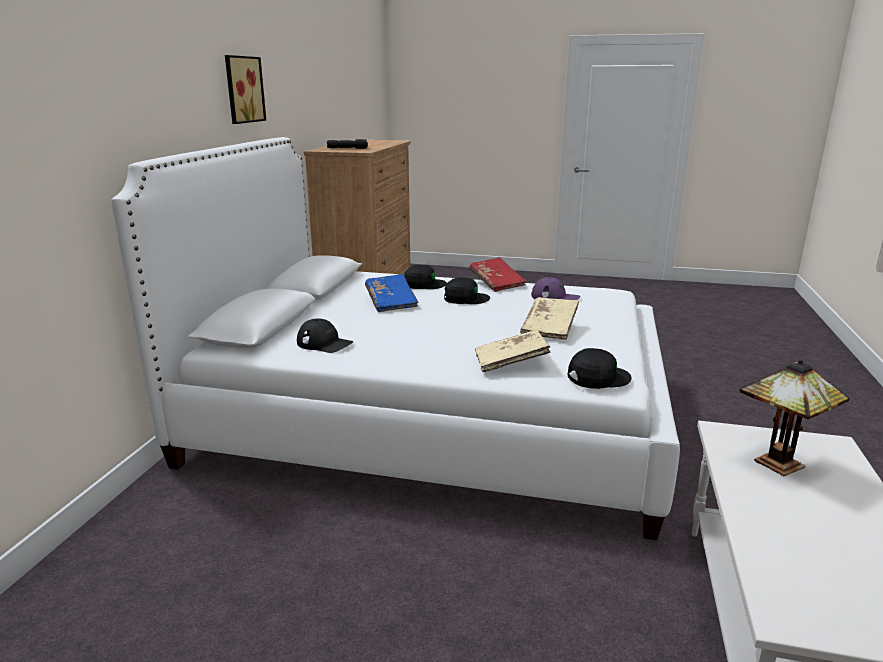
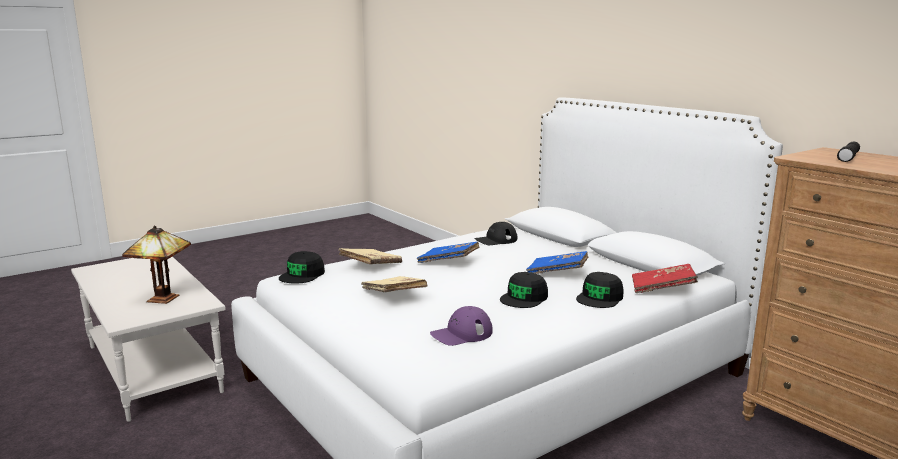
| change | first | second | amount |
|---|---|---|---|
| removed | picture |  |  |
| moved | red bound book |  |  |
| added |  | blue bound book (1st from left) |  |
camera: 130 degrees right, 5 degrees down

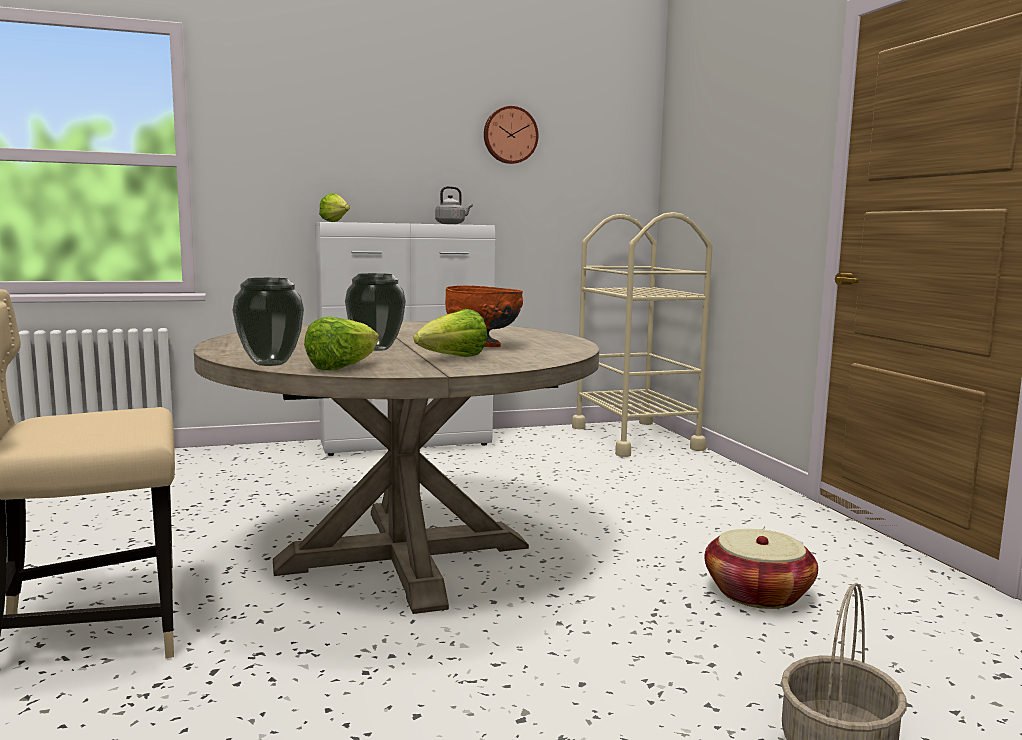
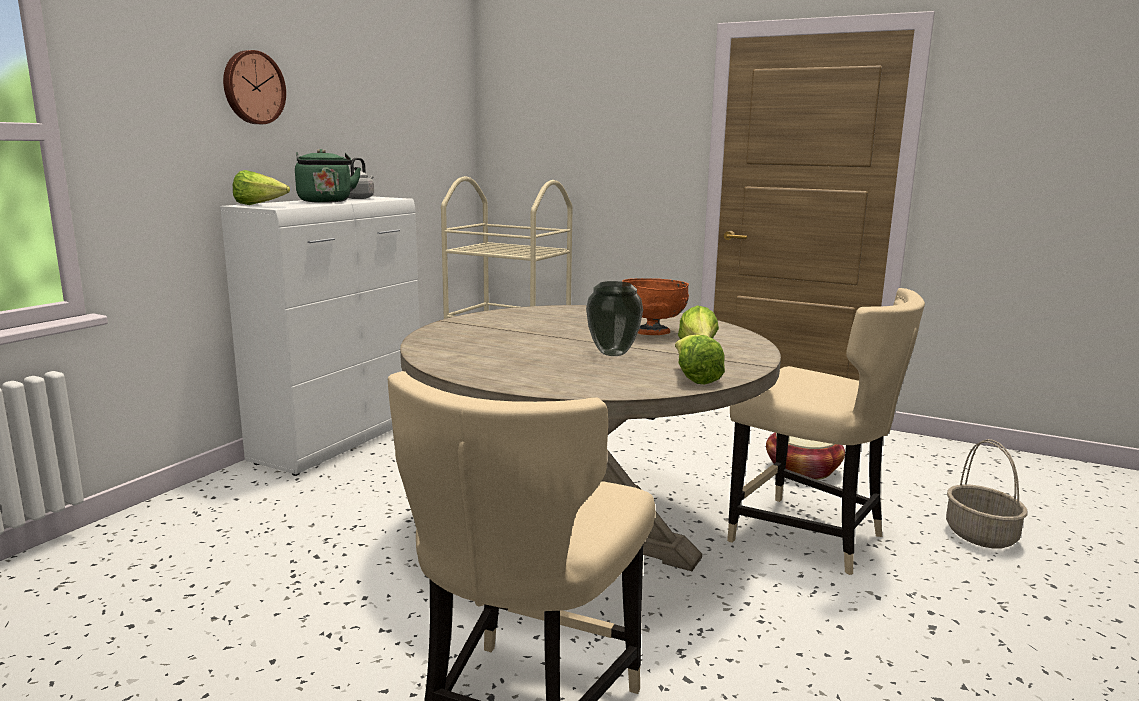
| change | first | second | amount |
|---|---|---|---|
| moved | hanging clock |  |  |
| removed | decorative vase (1st from left) |  |  |
| added |  | green tea kettle |  |
| added |  | sand-coloured plain chair (2nd from left) |  |
camera: 45 degrees left, 5 degrees up

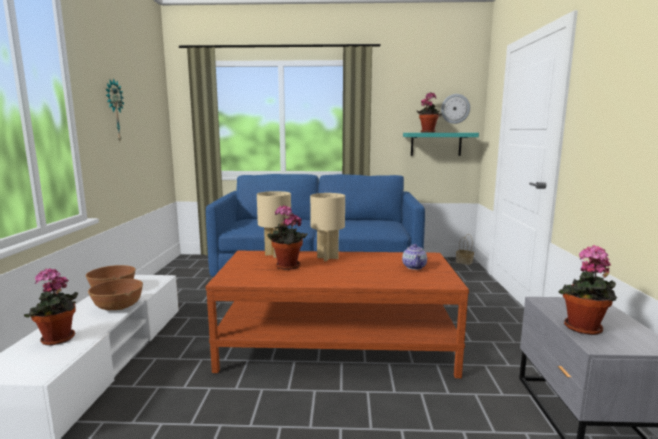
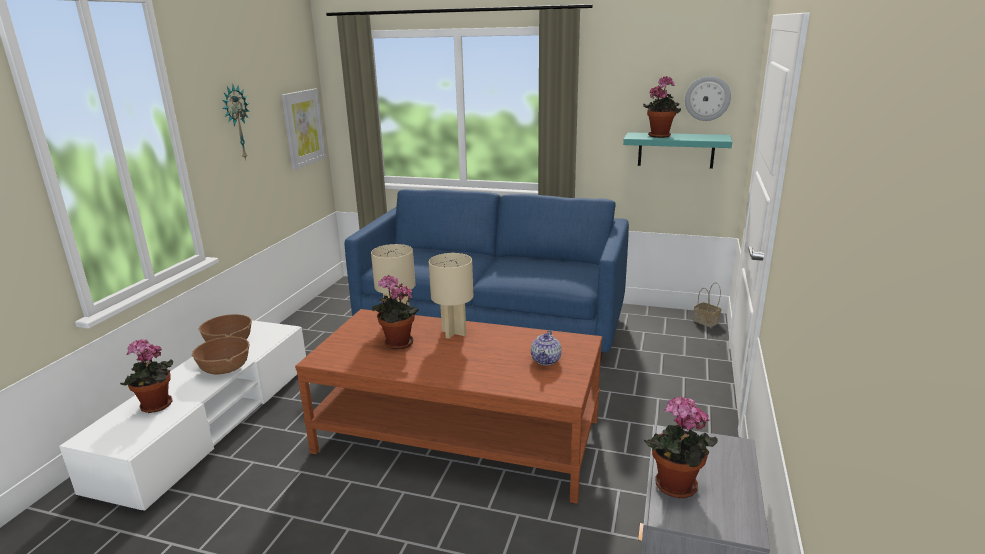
| change | first | second | amount |
|---|---|---|---|
| added |  | picture |  |
camera: 15 degrees right, 10 degrees up

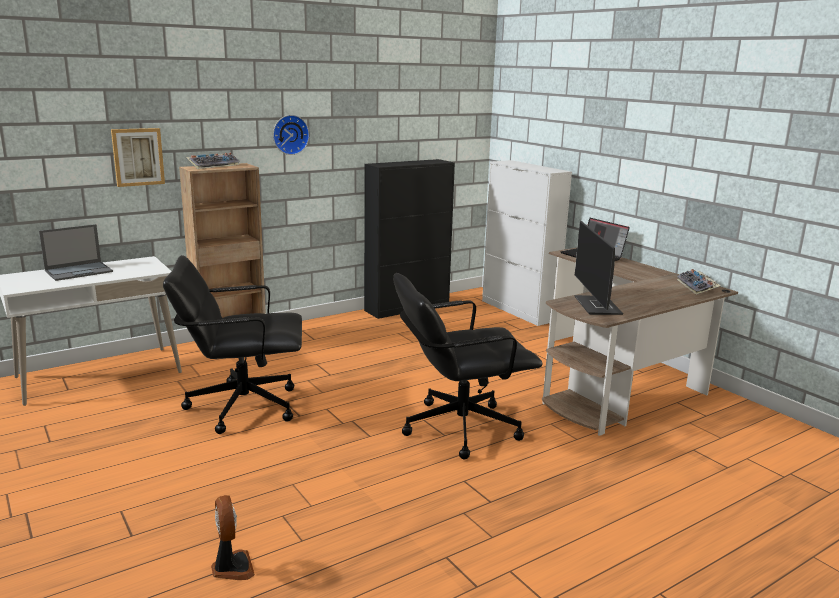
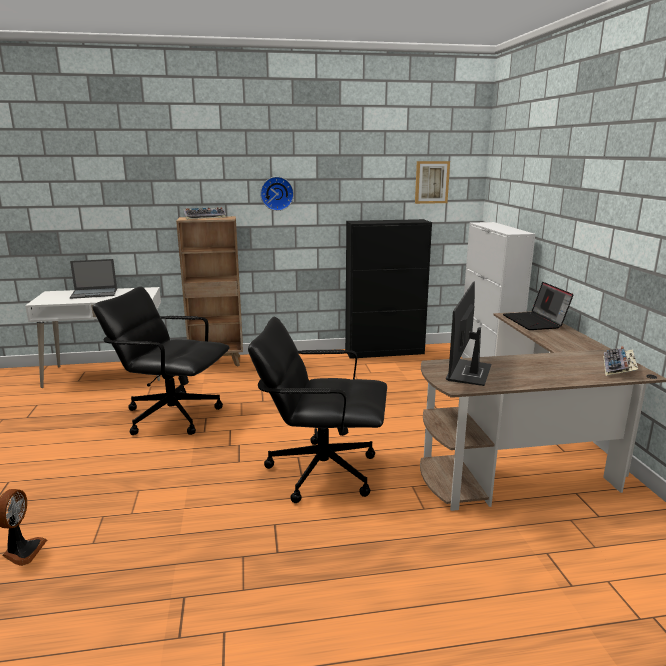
| change | first | second | amount |
|---|---|---|---|
| moved | picture |  |  |
camera: 25 degrees right, 0 degrees up

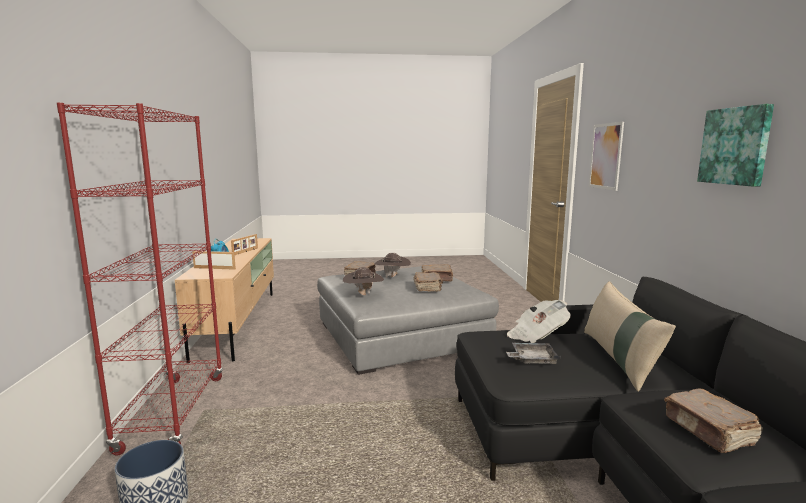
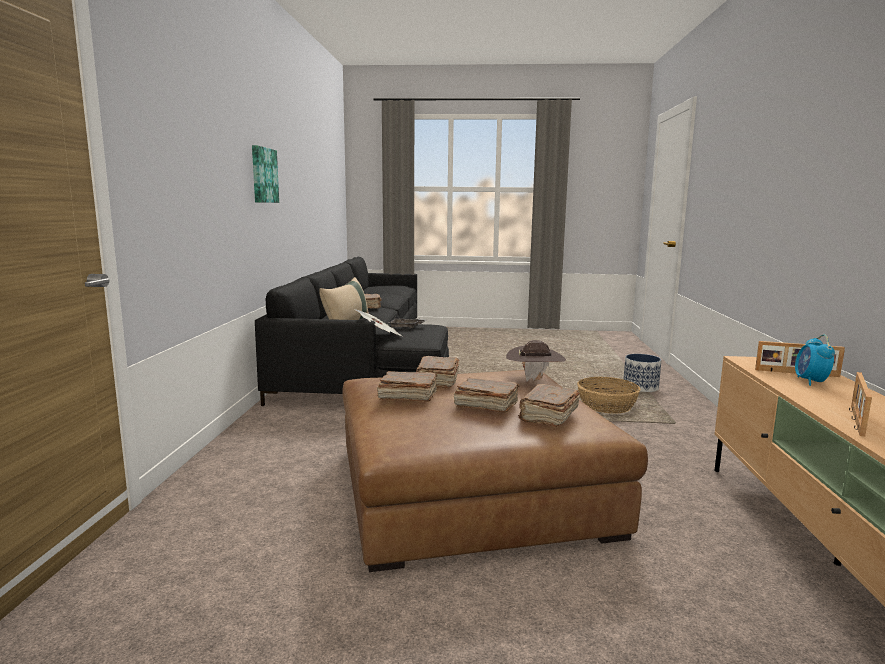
| change | first | second | amount |
|---|---|---|---|
| removed | red shelving unit |  |  |
| removed | picture (1st from left) |  |  |
| replaced | brown clothing hat (2nd from left) | brown bound book (4th from left) |  |
| recoloured | gray footrest | brown footrest |  |
| added |  | storage basket |  |
camera: 170 degrees left, 0 degrees up

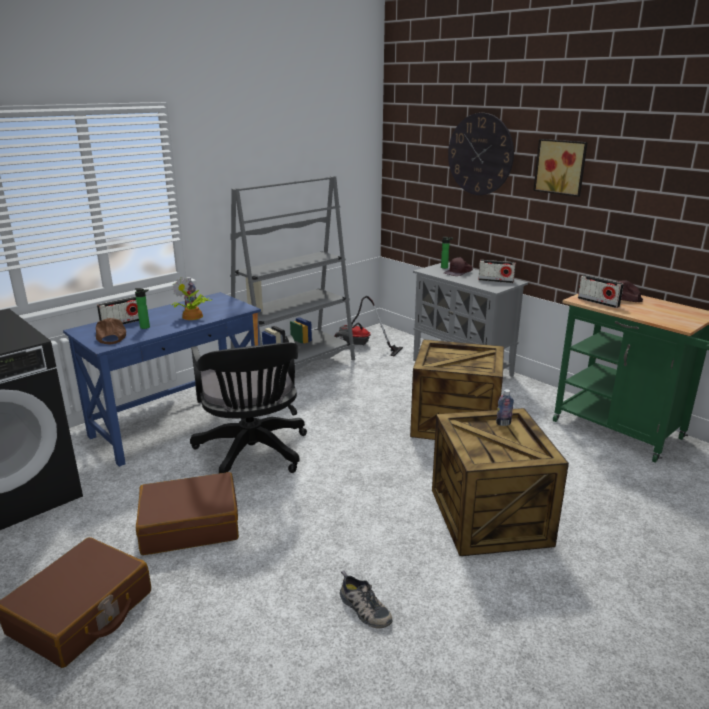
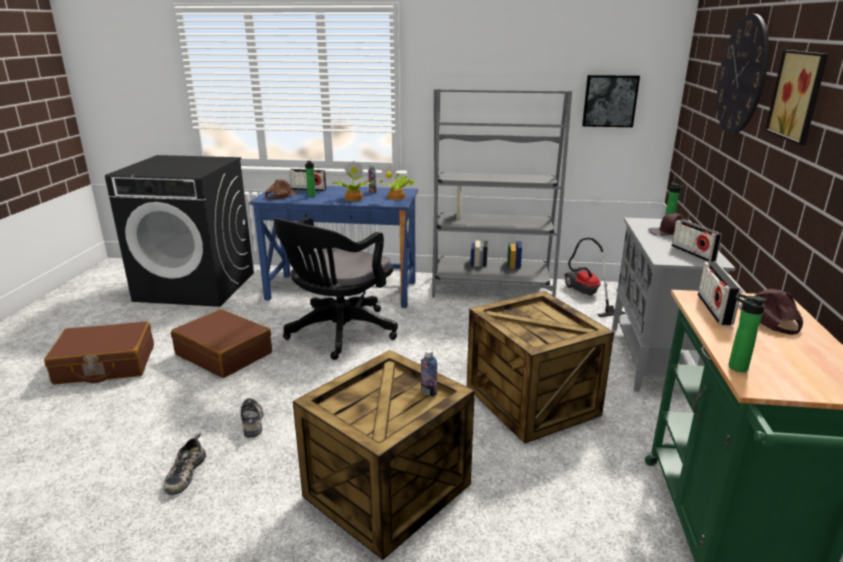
| change | first | second | amount |
|---|---|---|---|
| added |  | picture (1st from left) |  |
| added |  | plant in a pot (2nd from left) |  |
| added |  | drink bottle (5th from left) |  |
| added |  | low shoe (2nd from left) |  |
camera: 50 degrees right, 0 degrees up

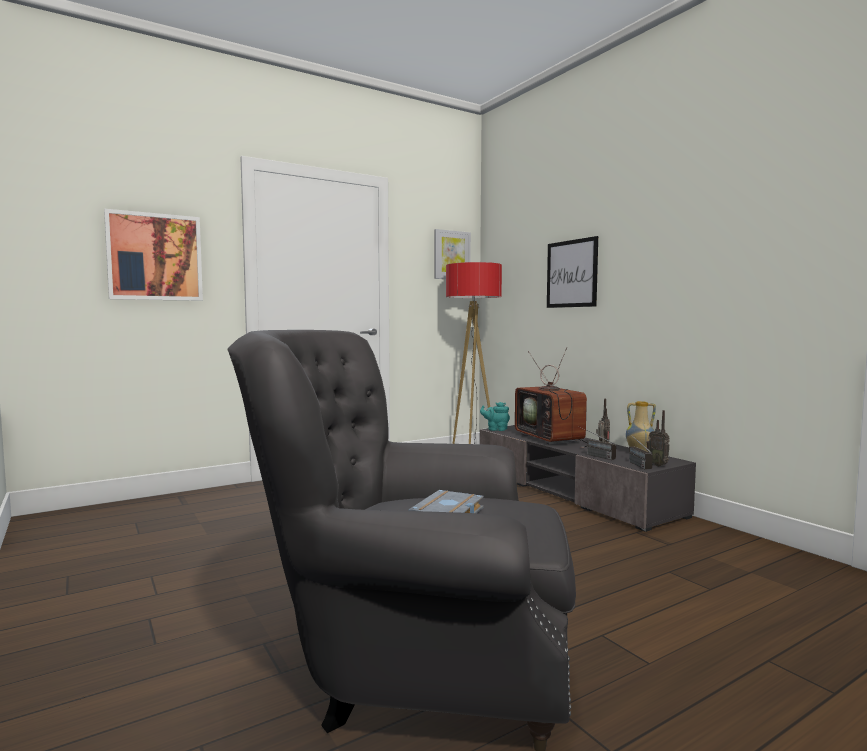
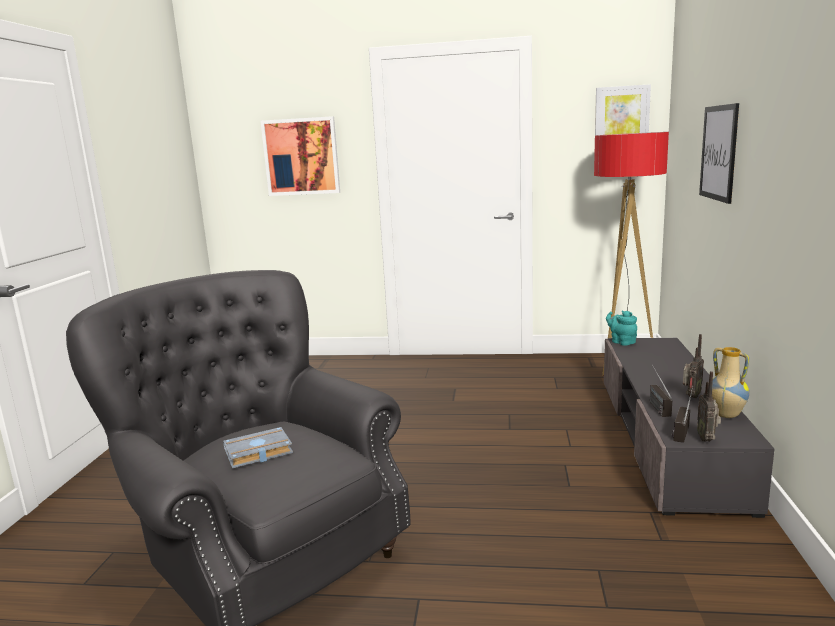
| change | first | second | amount |
|---|---|---|---|
| removed | TV set |  |  |
camera: 40 degrees right, 10 degrees up

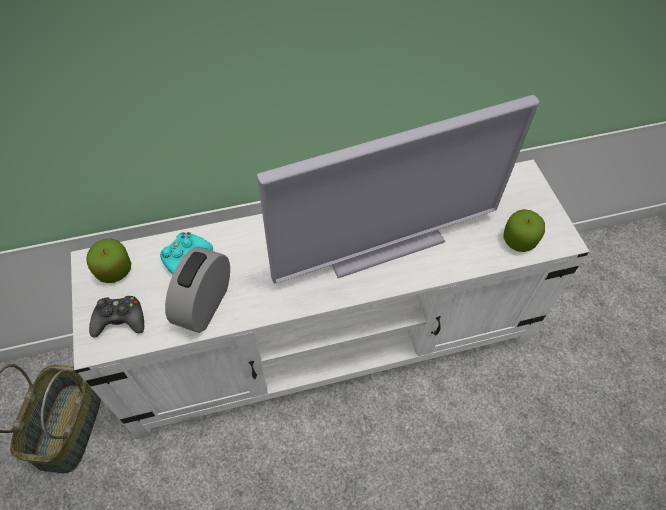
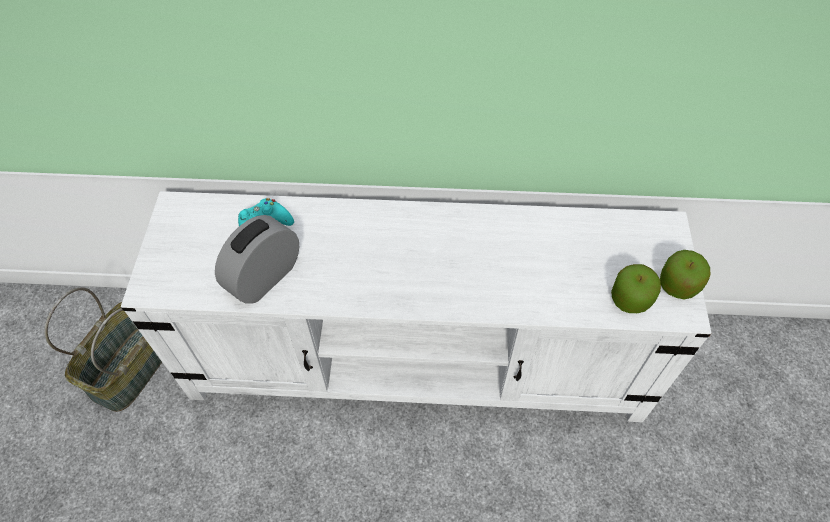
| change | first | second | amount |
|---|---|---|---|
| removed | TV set |  |  |
| moved | whole apple (1st from left in the first image) | whole apple (2nd from left) |  |
| removed | black gamepad |  |  |
camera: 20 degrees right, 0 degrees up

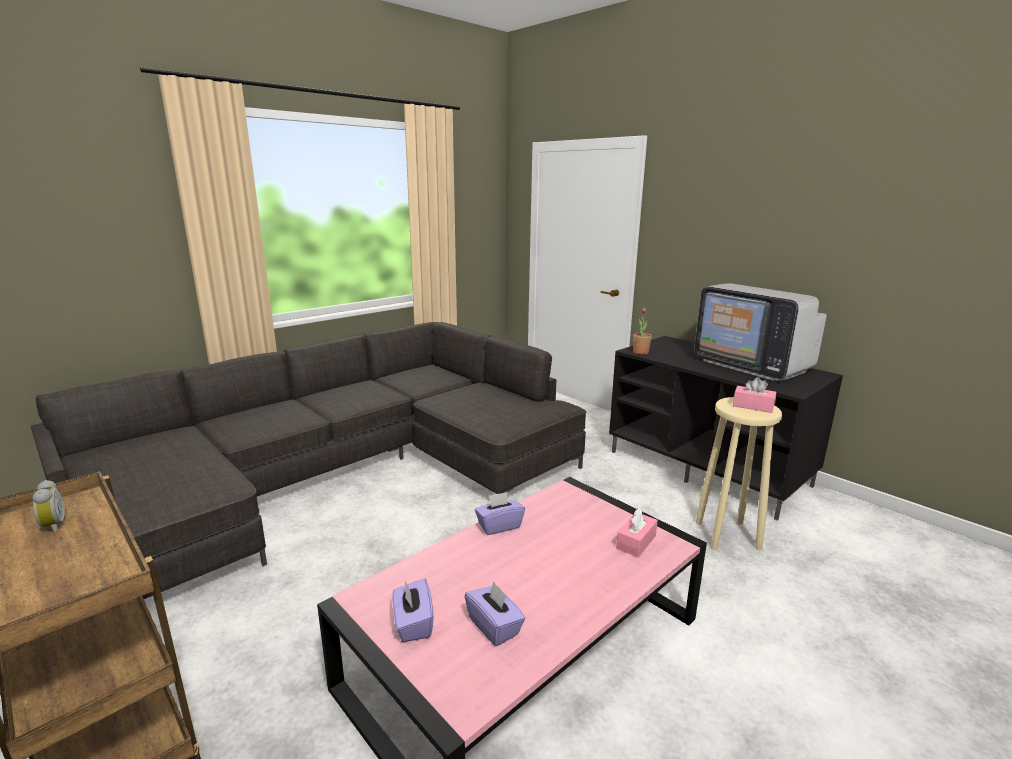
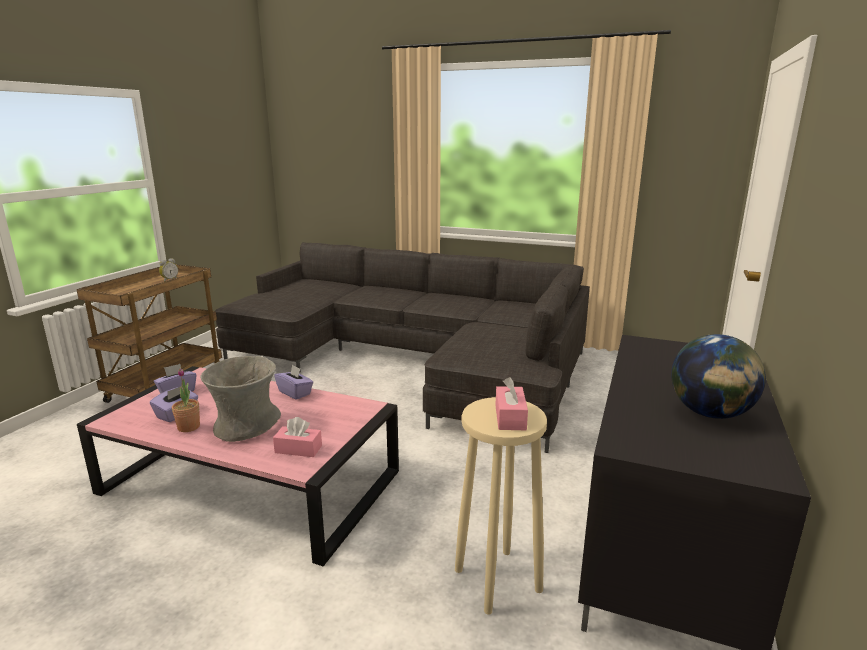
| change | first | second | amount |
|---|---|---|---|
| replaced | TV set | desk globe |  |
| moved | plant in a pot |  |  |
| added |  | gray decorative vase |  |
camera: 65 degrees right, 0 degrees up

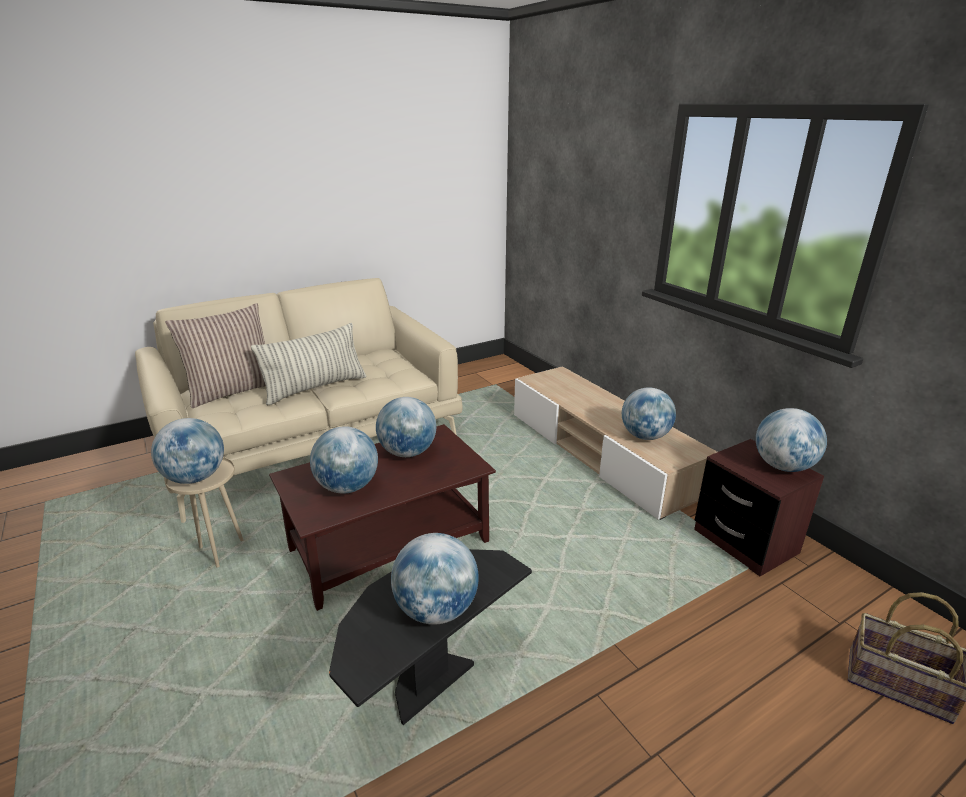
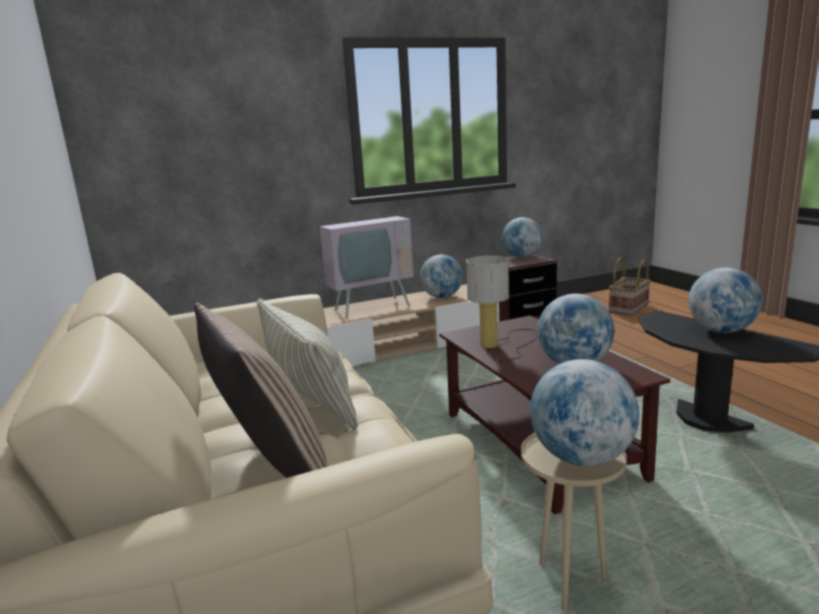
| change | first | second | amount |
|---|---|---|---|
| replaced | desk globe (3rd from left) | table lamp |  |
| added |  | TV set |  |
camera: 80 degrees left, 10 degrees down

